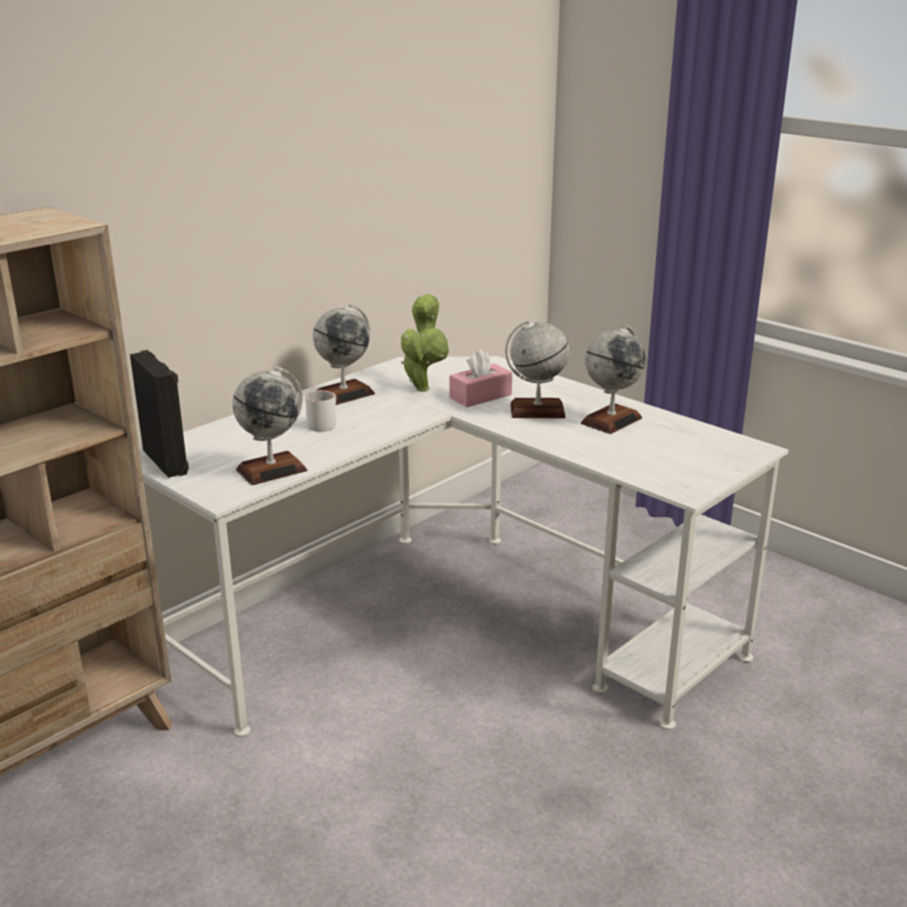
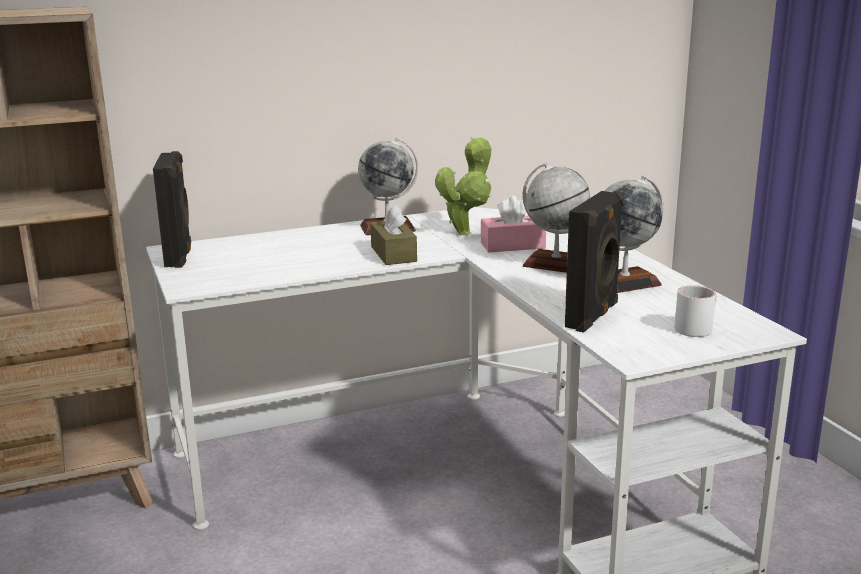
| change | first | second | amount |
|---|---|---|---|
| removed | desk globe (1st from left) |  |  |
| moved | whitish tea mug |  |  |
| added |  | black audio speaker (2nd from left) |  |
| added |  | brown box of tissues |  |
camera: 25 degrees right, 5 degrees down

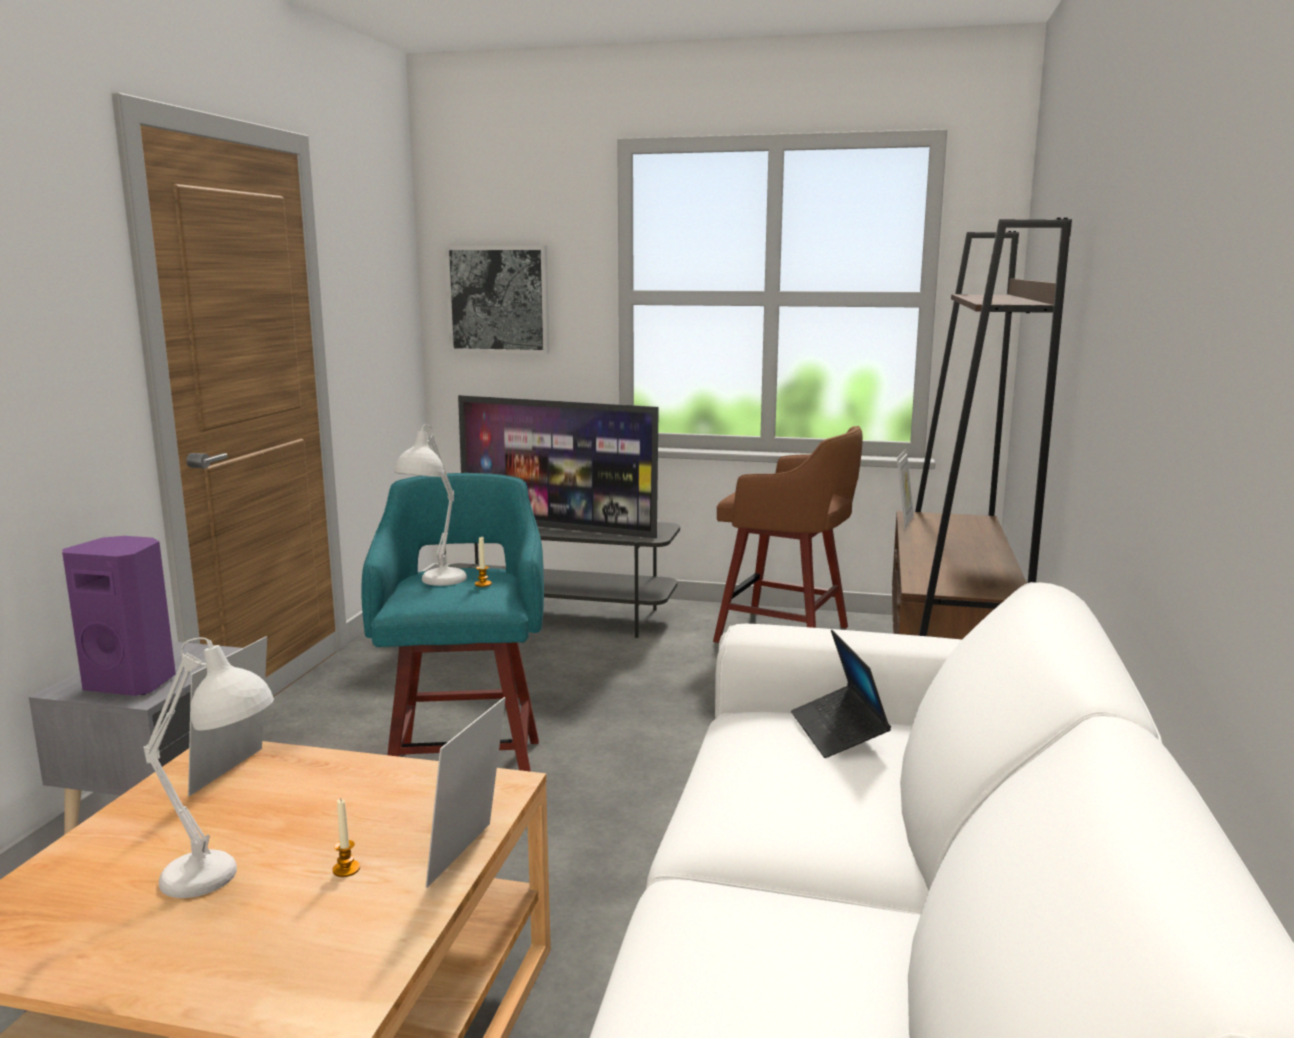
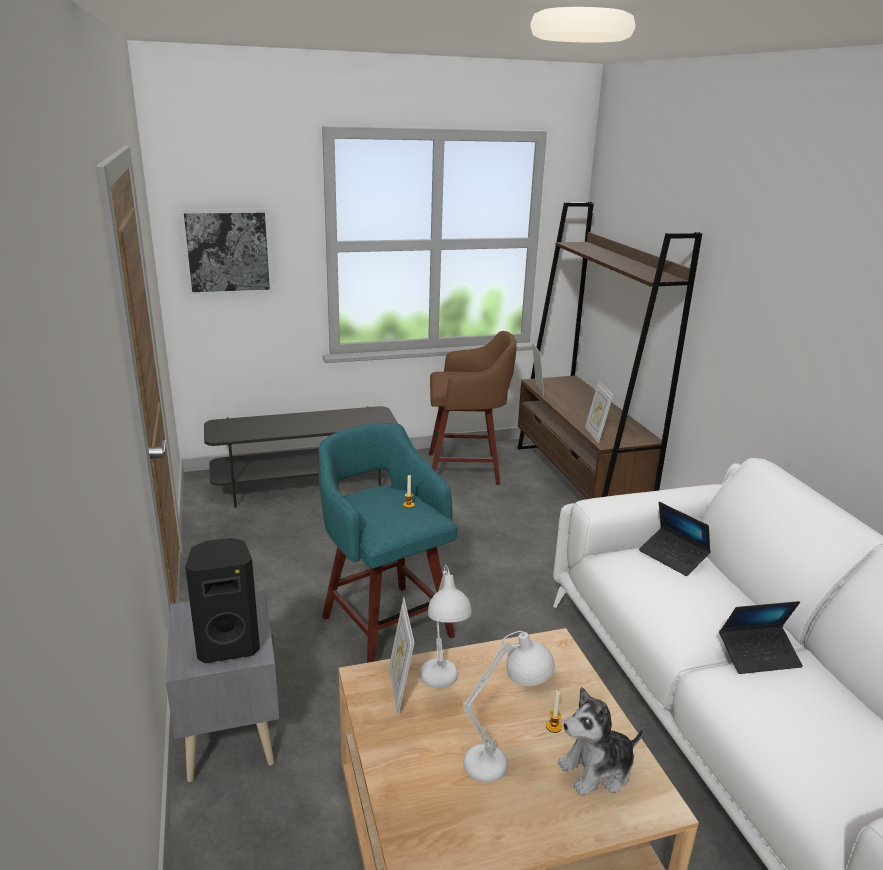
| change | first | second | amount |
|---|---|---|---|
| removed | TV set |  |  |
| moved | whitish table lamp (2nd from left in the first image) | whitish table lamp (1st from left) |  |
| recoloured | purple-coloured audio speaker | black audio speaker |  |
| moved | standing frame (2nd from left in the first image) | standing frame (3rd from left) |  |
| added |  | portable computer (2nd from left) |  |
| added |  | soft toy |  |
camera: 30 degrees left, 10 degrees up

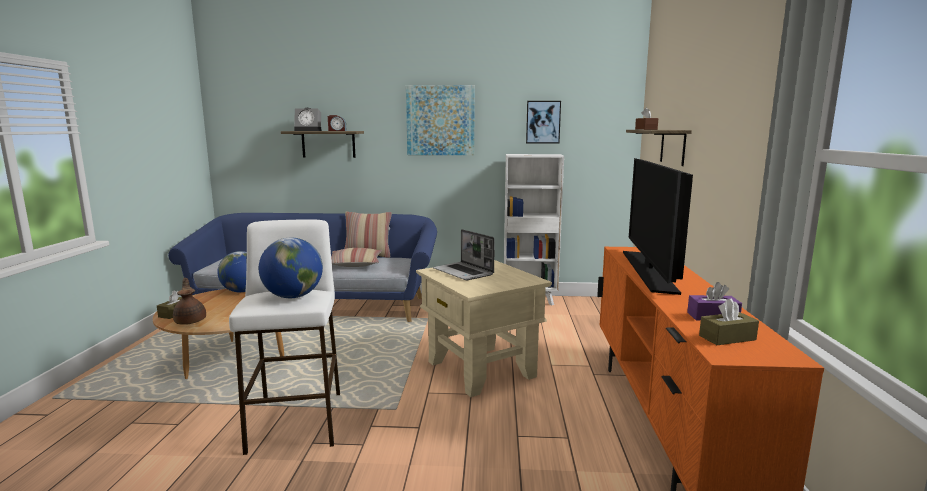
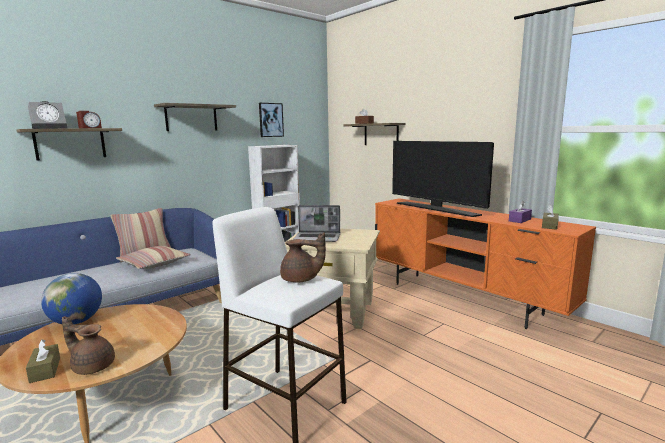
| change | first | second | amount |
|---|---|---|---|
| replaced | picture (1st from left) | shelf (2nd from left) |  |
| replaced | desk globe (2nd from left) | brown pot for tea (2nd from left) |  |
camera: 45 degrees left, 0 degrees up

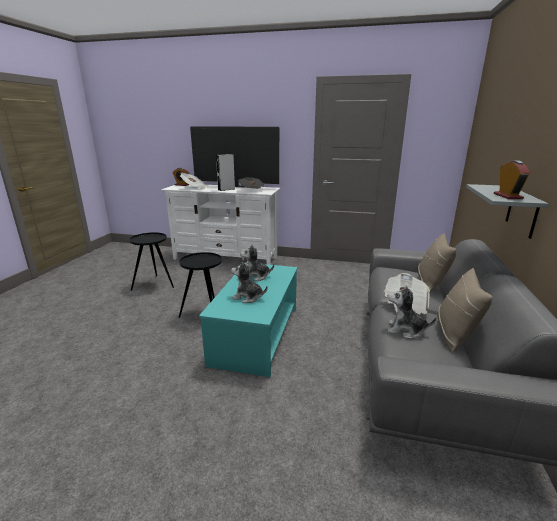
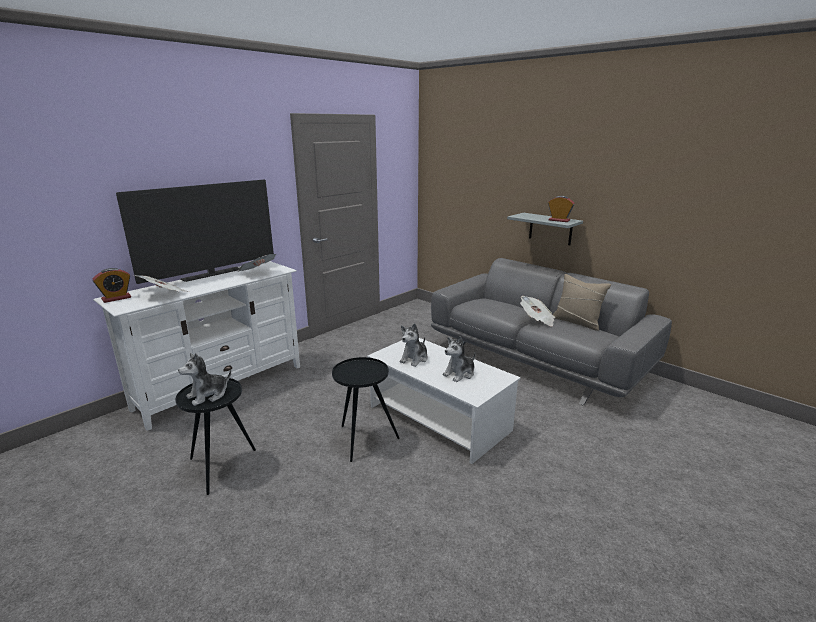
| change | first | second | amount |
|---|---|---|---|
| removed | gray audio speaker |  |  |
| removed | sand-coloured cushion (1st from left) |  |  |
| recoloured | turquoise-coloured lounge table | whitish lounge table |  |
| moved | soft toy (3rd from left in the first image) | soft toy (1st from left) |  |
camera: 60 degrees left, 0 degrees up

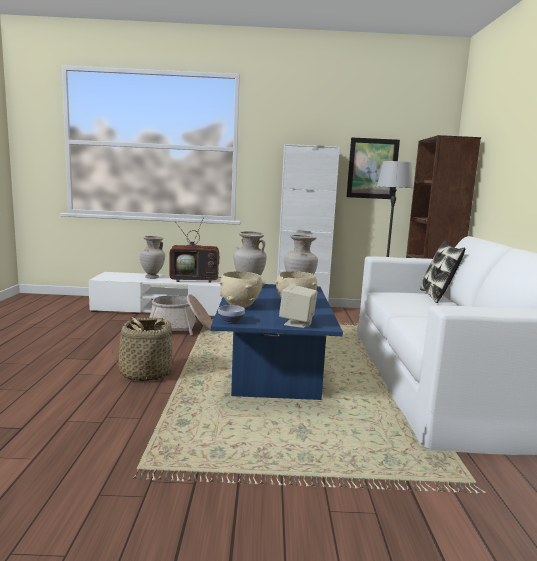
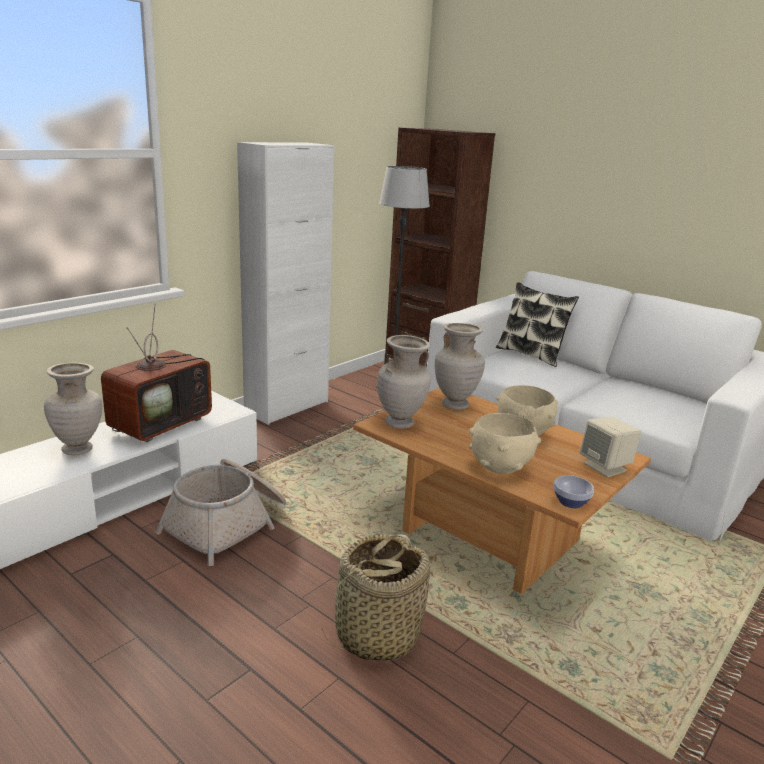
| change | first | second | amount |
|---|---|---|---|
| removed | picture |  |  |
| recoloured | blue lounge table | brown lounge table |  |
camera: 50 degrees left, 10 degrees up

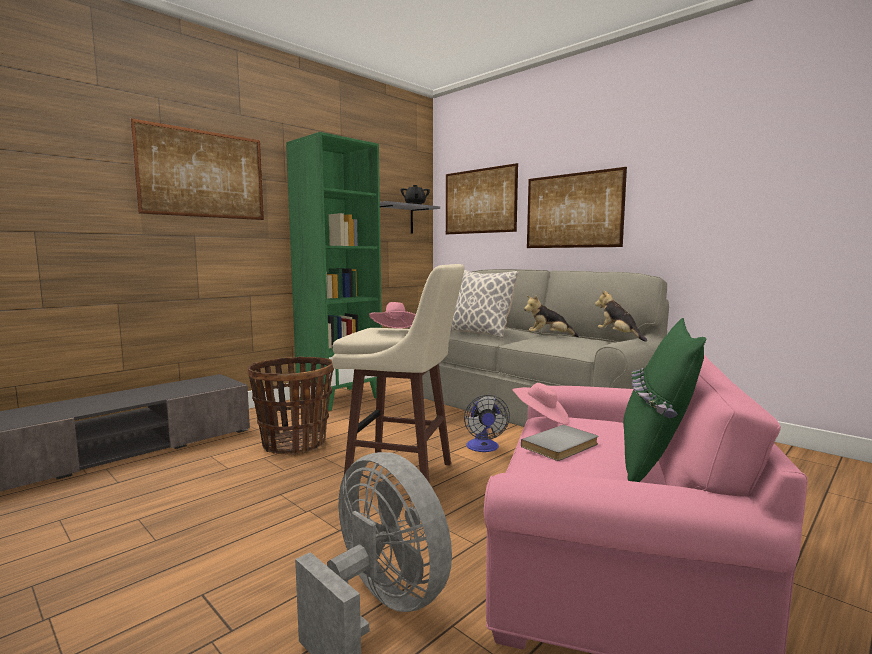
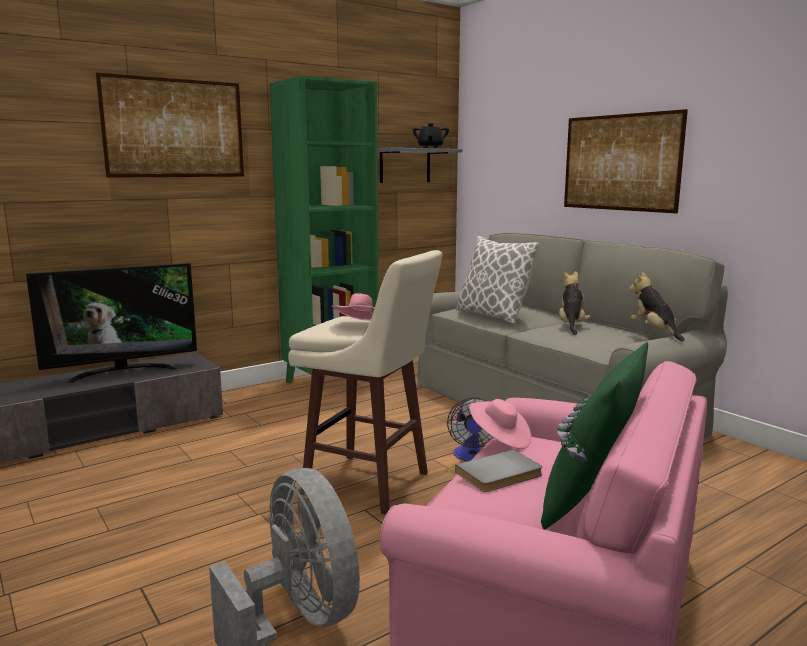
| change | first | second | amount |
|---|---|---|---|
| removed | picture (2nd from left) |  |  |
| turned | soft toy (1st from left) |  | 90 degrees clockwise |
| removed | storage basket |  |  |
| added |  | TV set |  |
camera: 10 degrees right, 5 degrees up

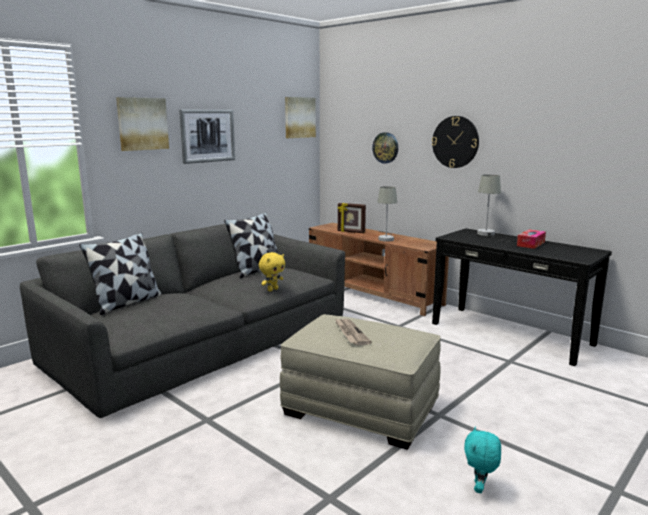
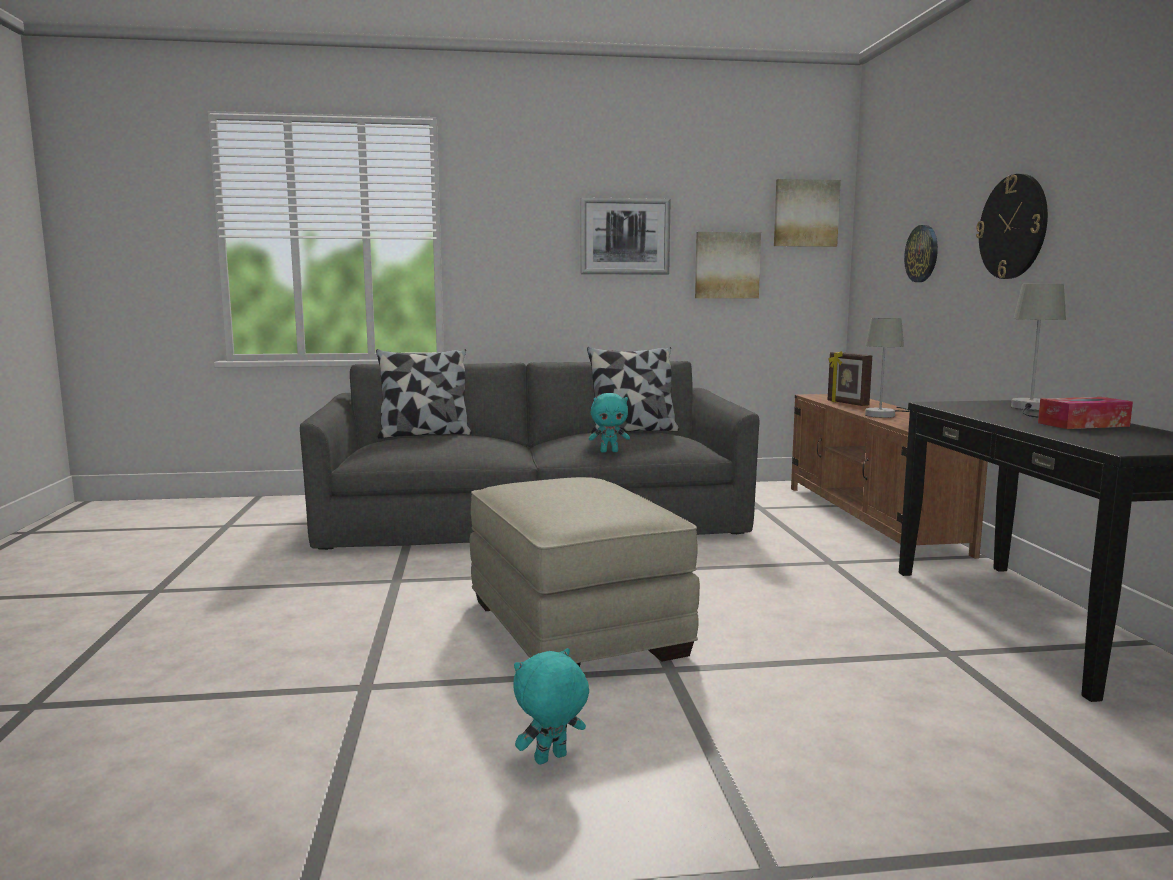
| change | first | second | amount |
|---|---|---|---|
| moved | picture (1st from left in the first image) | picture (2nd from left) |  |
| recoloured | yellow soft toy | turquoise-coloured soft toy (2nd from left) |  |
| removed | newspaper |  |  |
camera: 40 degrees right, 5 degrees down

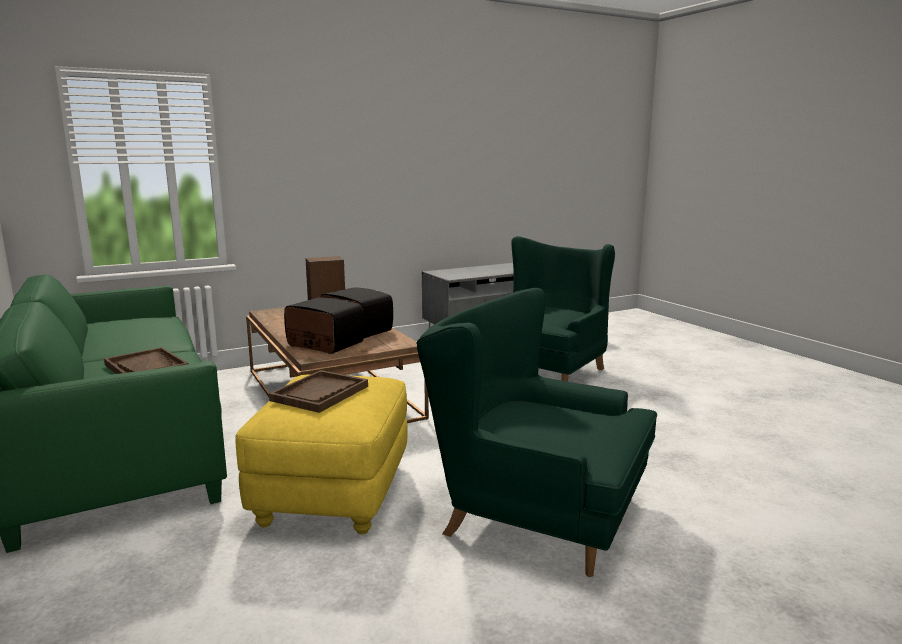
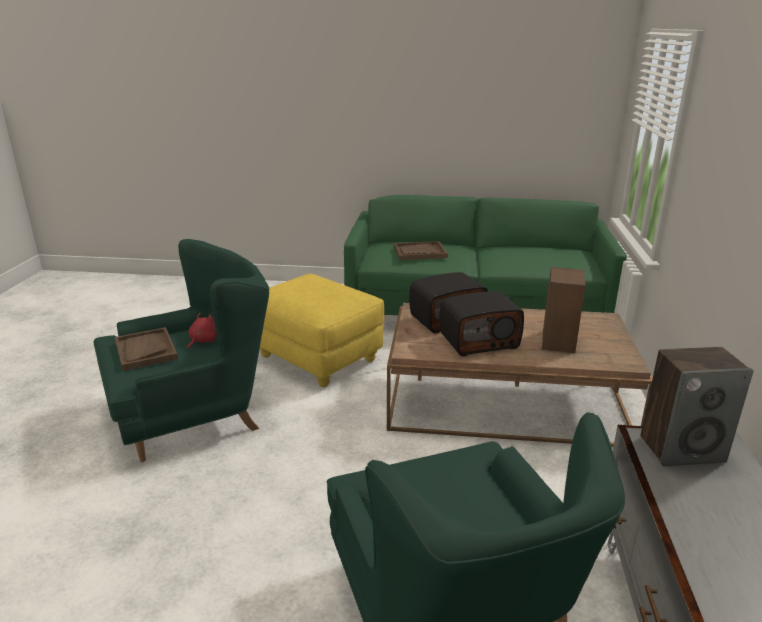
| change | first | second | amount |
|---|---|---|---|
| moved | brown serving tray (2nd from left in the first image) | brown serving tray (1st from left) |  |
| added |  | red soft toy |  |
| added |  | audio speaker (2nd from left) |  |
camera: 125 degrees right, 10 degrees up

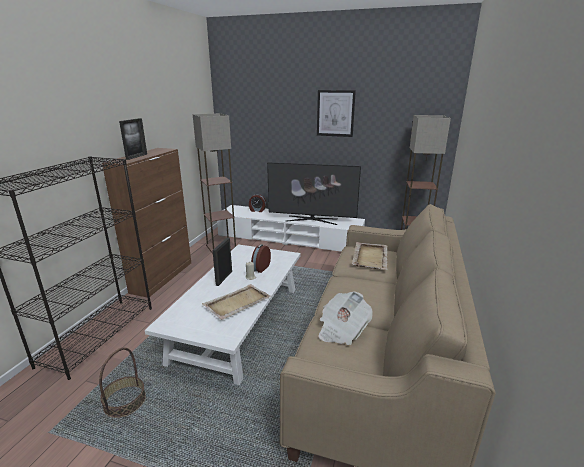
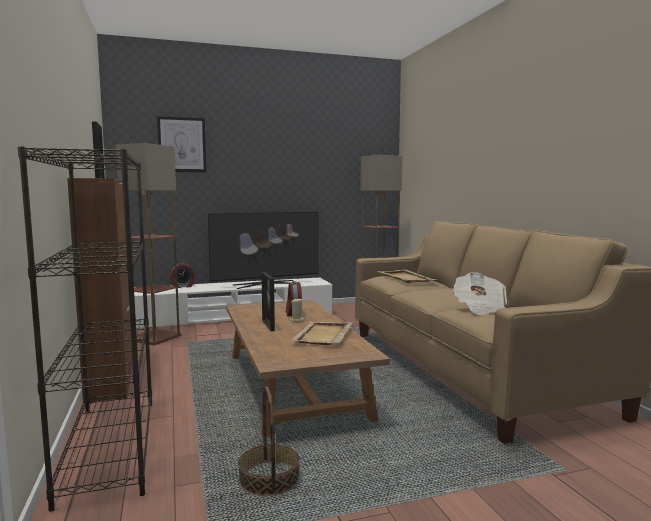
| change | first | second | amount |
|---|---|---|---|
| moved | picture |  |  |
| recoloured | whitish lounge table | brown lounge table |  |
camera: 35 degrees left, 15 degrees down

